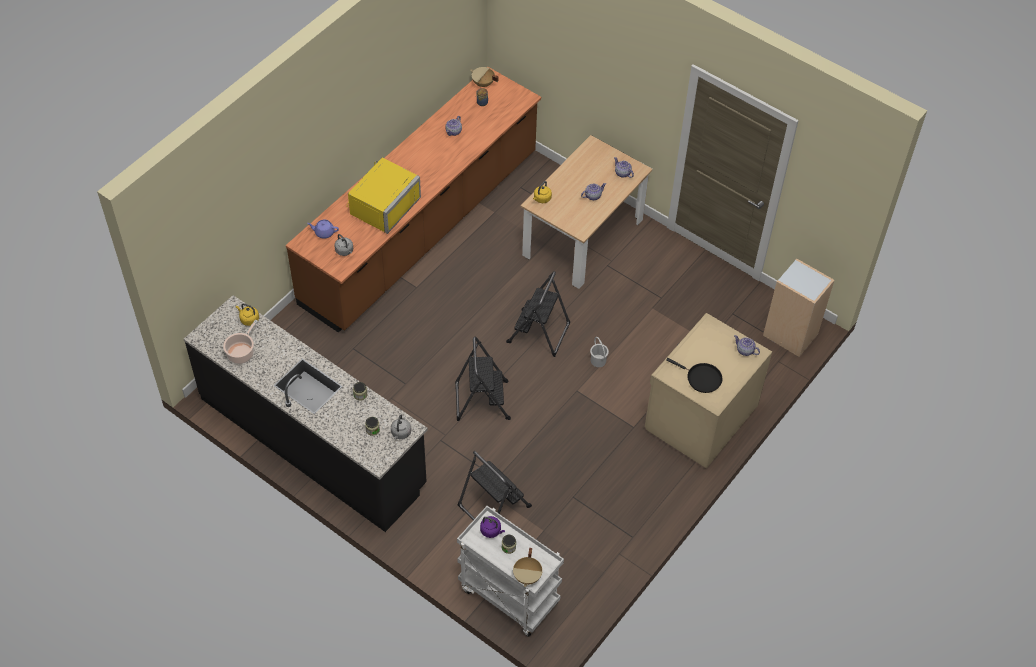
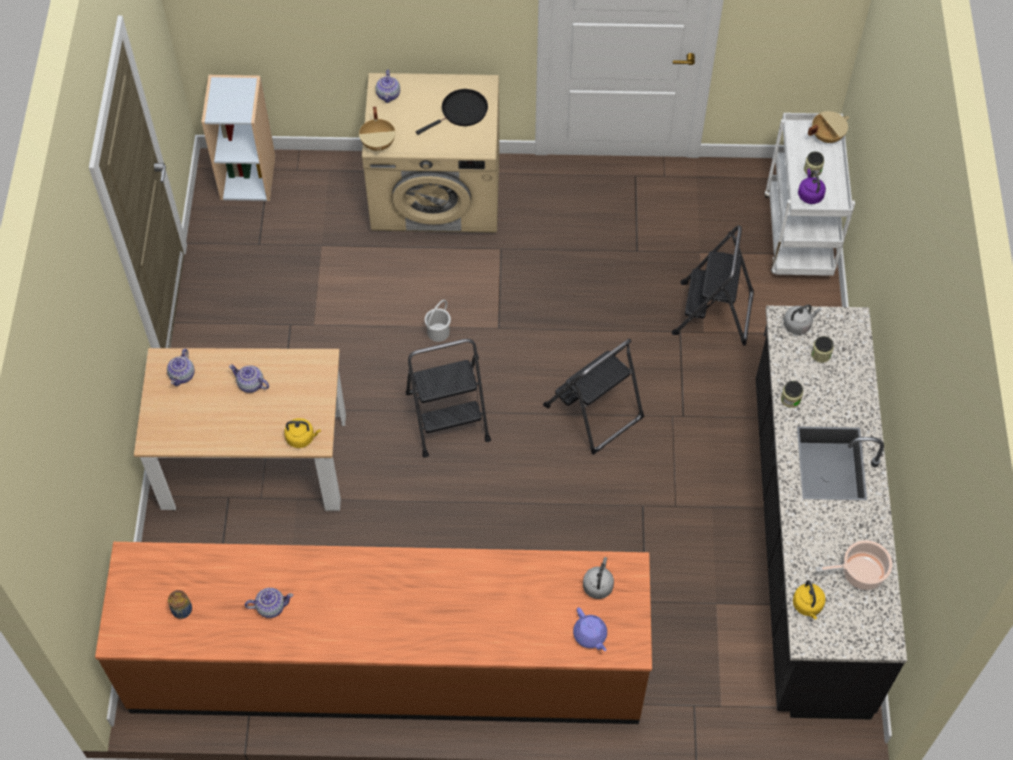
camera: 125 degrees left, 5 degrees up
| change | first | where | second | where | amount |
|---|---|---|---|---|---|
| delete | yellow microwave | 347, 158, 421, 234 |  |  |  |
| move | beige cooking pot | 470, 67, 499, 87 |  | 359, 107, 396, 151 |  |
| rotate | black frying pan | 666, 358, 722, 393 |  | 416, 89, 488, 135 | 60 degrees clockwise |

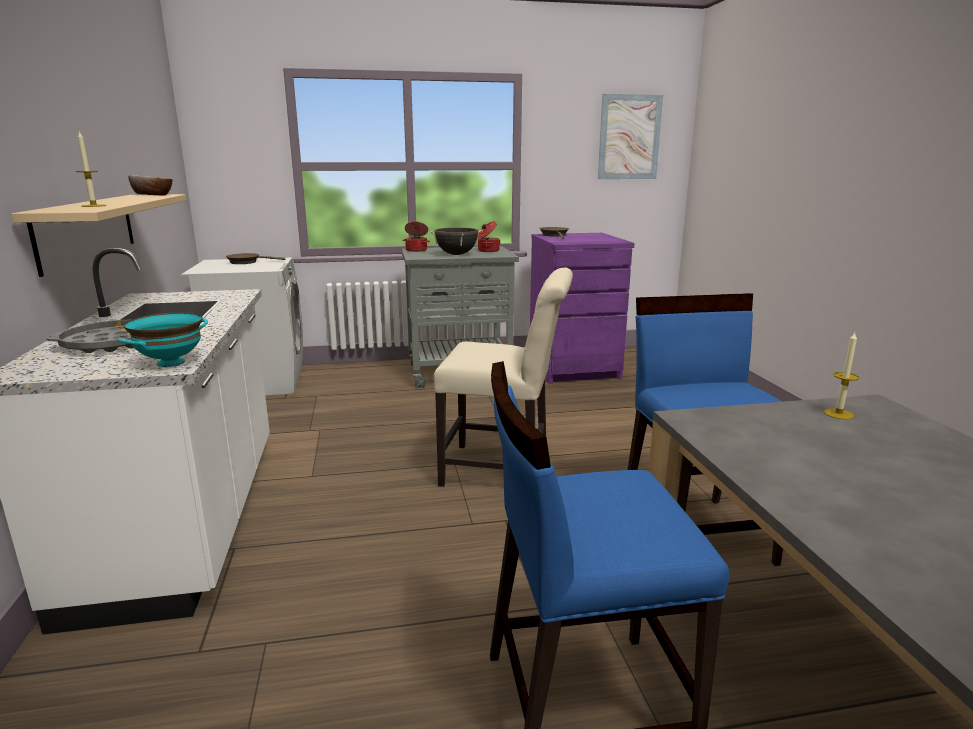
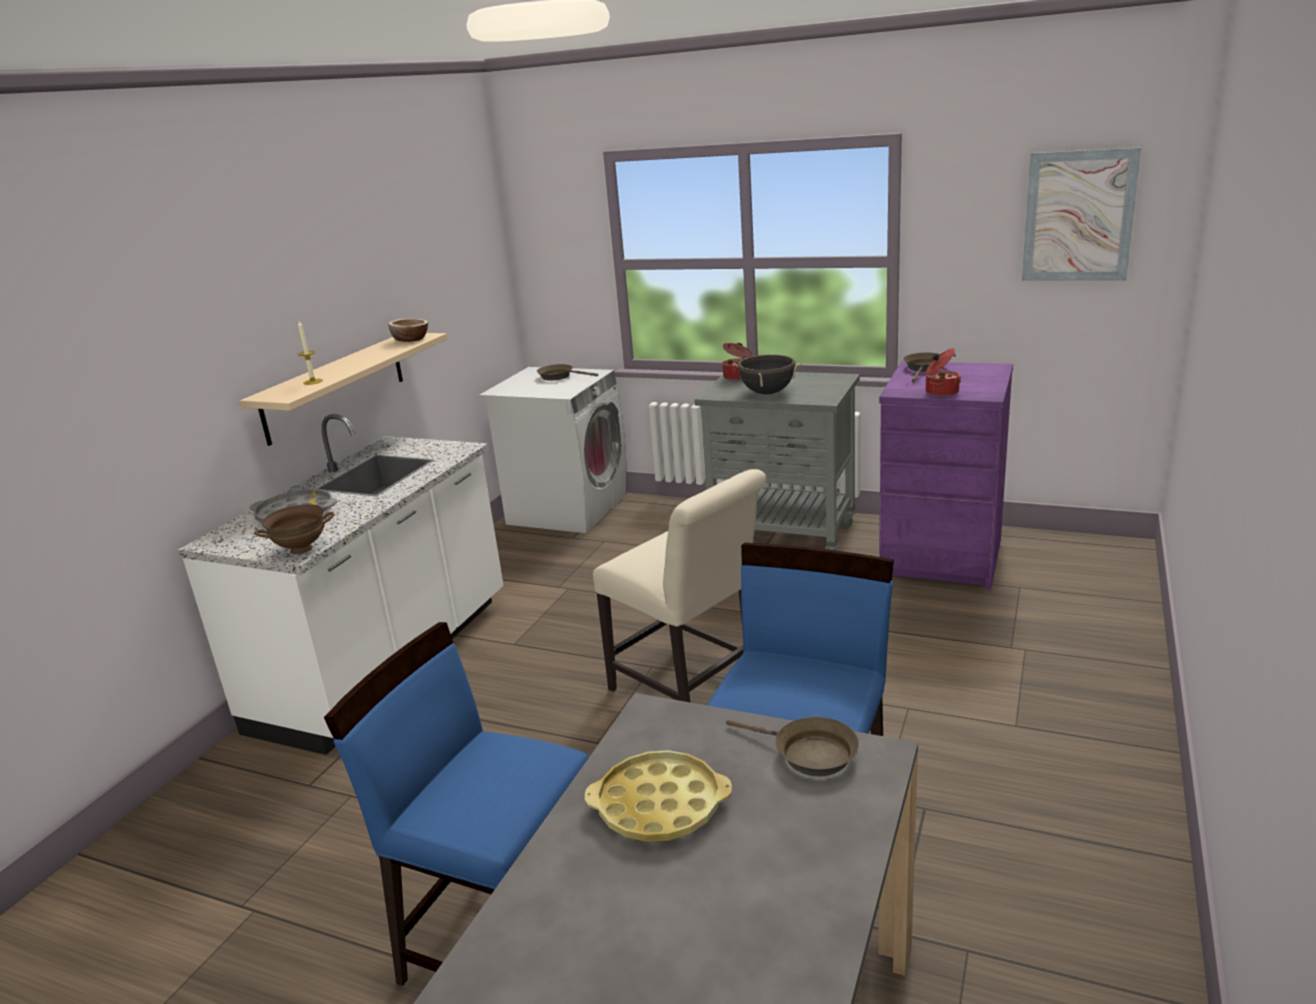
camera: 35 degrees right, 5 degrees up
| change | first | where | second | where | amount |
|---|---|---|---|---|---|
| insert |  |  | yellow tray | 585, 750, 732, 842 |  |
| move | cooking pot | 478, 221, 501, 252 |  | 926, 348, 961, 396 |  |
| replace | candle | 824, 332, 859, 419 | brown frying pan | 726, 717, 859, 776 |  |
| recolor | turquoise bowl | 118, 312, 208, 367 | brown bowl | 254, 504, 335, 554 |  |

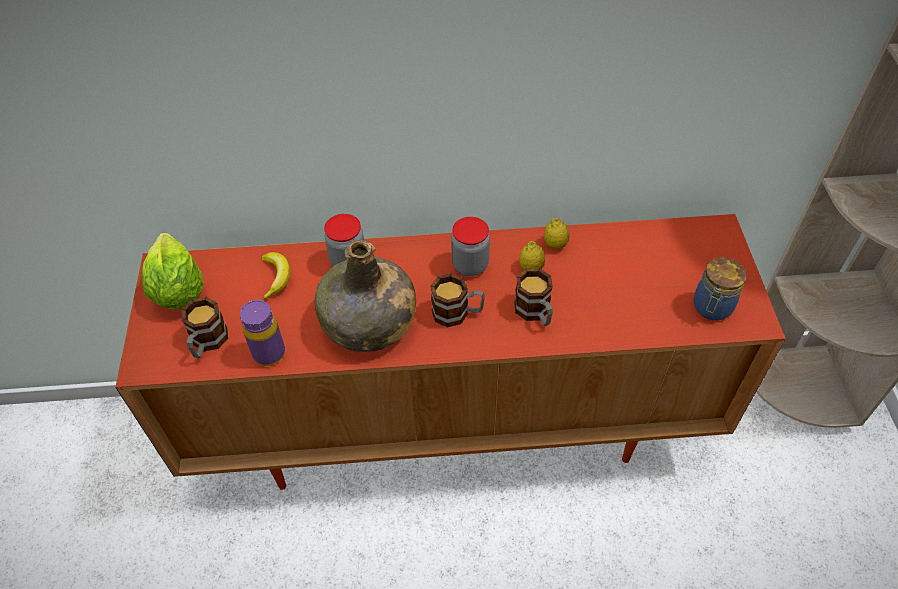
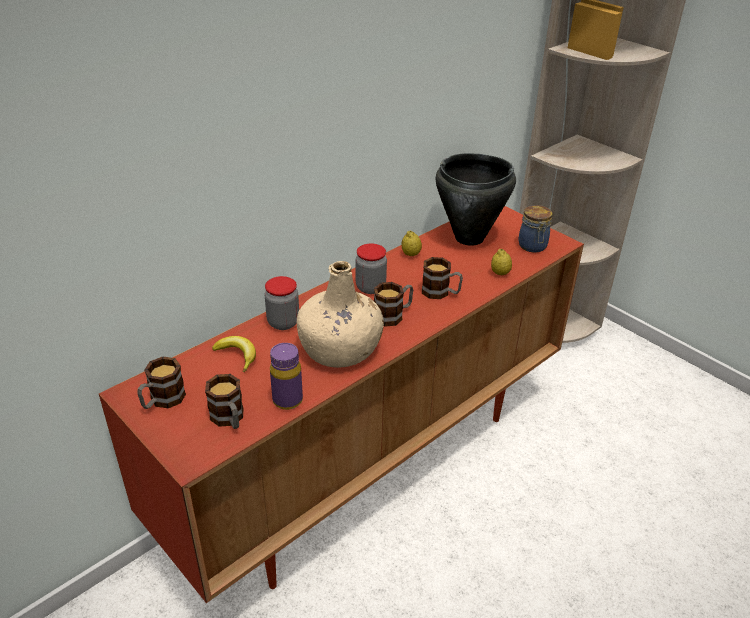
camera: 40 degrees left, 15 degrees down
| change | first | where | second | where | amount |
|---|---|---|---|---|---|
| insert |  |  | black cooking pot | 436, 153, 516, 246 |  |
| move | lemon | 519, 241, 545, 270 |  | 491, 249, 512, 275 |  |
| replace | lettuce | 142, 233, 204, 310 | mug | 137, 357, 186, 409 |  |
| recolor | green bottle | 315, 240, 416, 352 | beige bottle | 297, 261, 384, 368 |  |

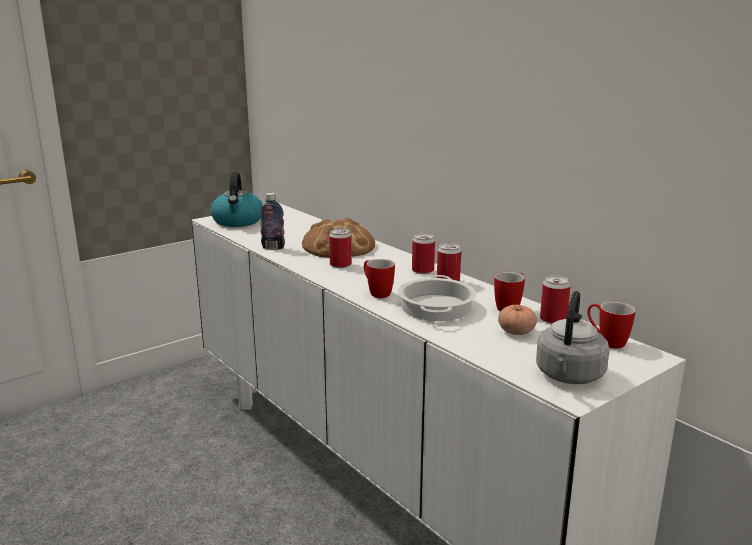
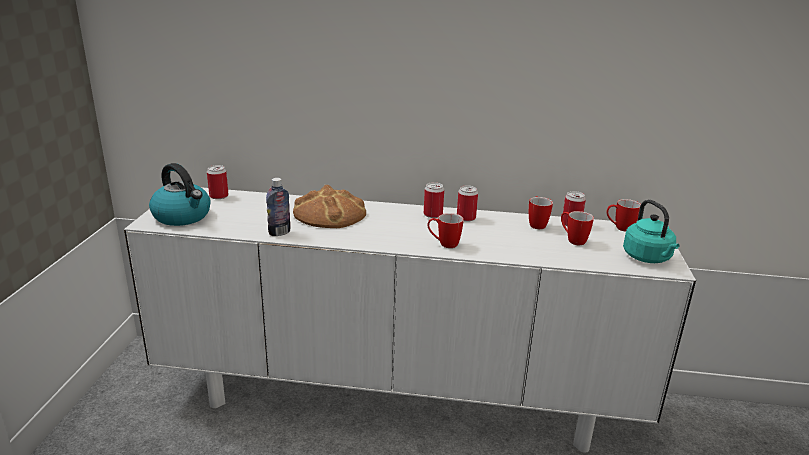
camera: 45 degrees left, 5 degrees up
| change | first | where | second | where | amount |
|---|---|---|---|---|---|
| delete | cooking pot | 398, 275, 476, 321 |  |  |  |
| move | can | 329, 228, 352, 268 |  | 207, 165, 229, 199 |  |
| replace | tomato | 498, 305, 537, 335 | mug | 561, 211, 594, 245 |  |
| recolor | grey kettle | 536, 291, 609, 384 | turquoise kettle | 623, 200, 680, 263 |  |

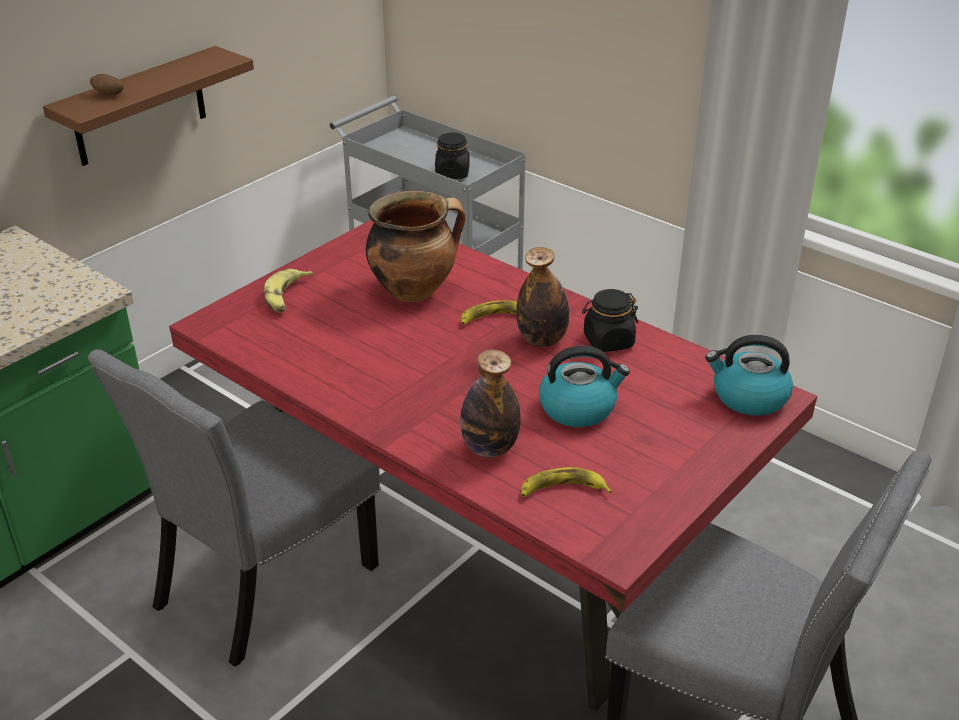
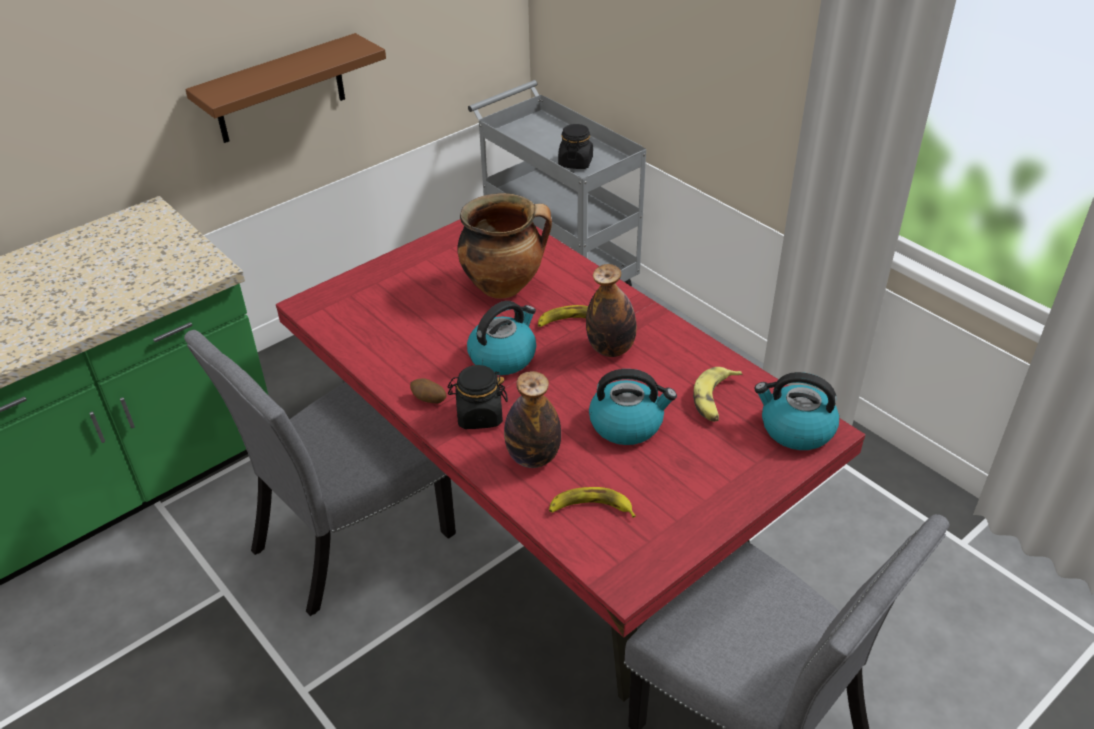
camera: 10 degrees right, 5 degrees up
| change | first | where | second | where | amount |
|---|---|---|---|---|---|
| insert |  |  | kettle | 467, 301, 536, 375 |  |
| move | potato | 90, 74, 124, 95 |  | 410, 378, 446, 403 |  |
| move | banana | 264, 269, 313, 313 |  | 693, 367, 743, 422 |  |
| move | black jar | 582, 289, 638, 352 |  | 447, 365, 508, 429 |  |

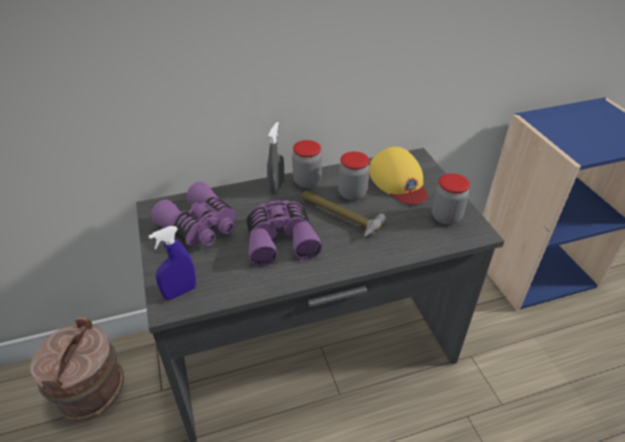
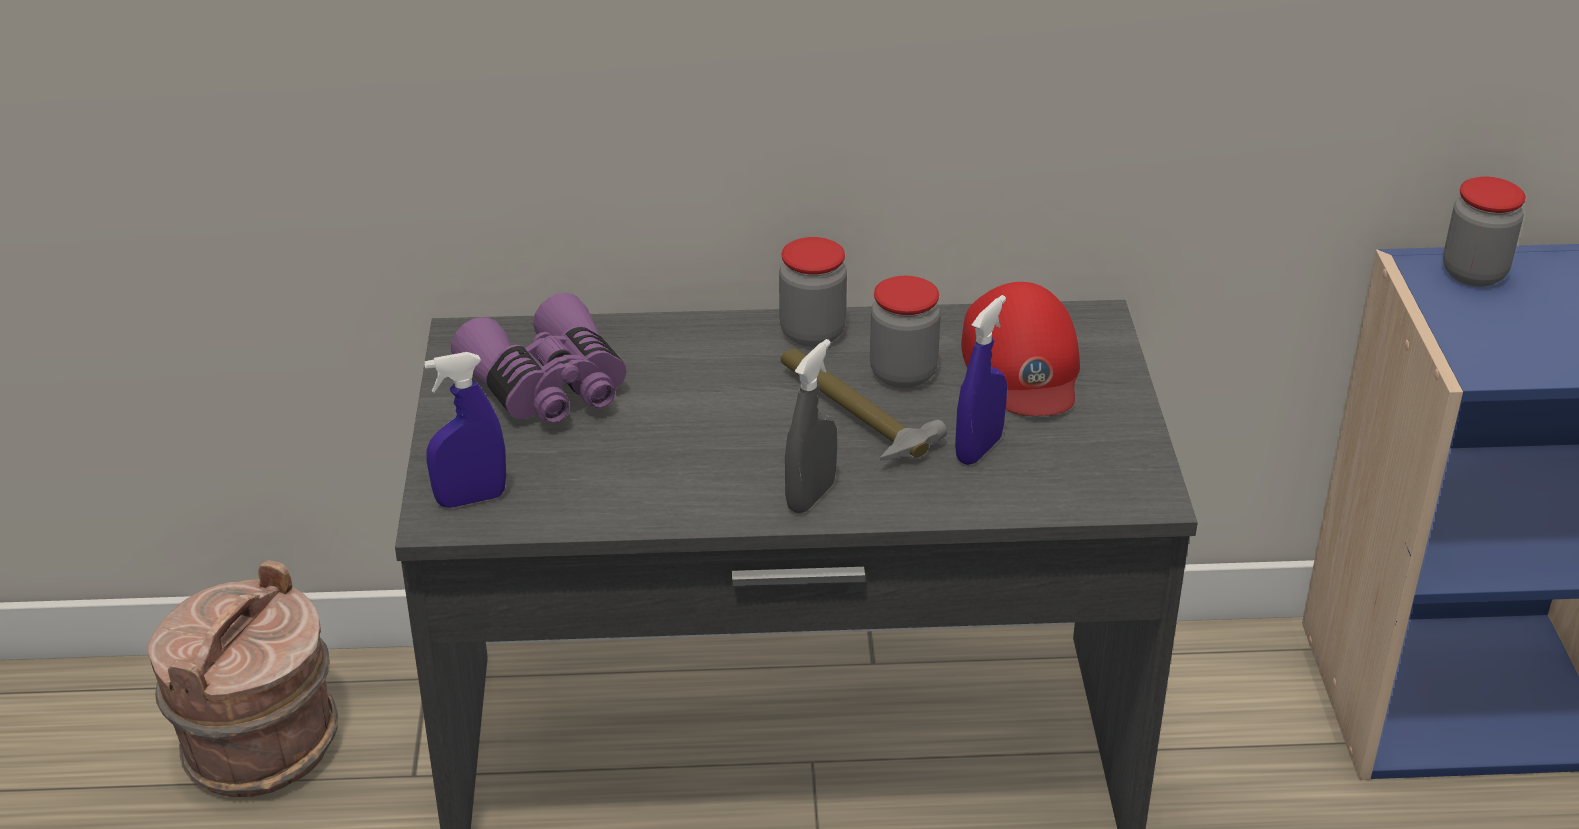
camera: 15 degrees right, 5 degrees down
| change | first | where | second | where | amount |
|---|---|---|---|---|---|
| delete | purple binoculars | 247, 200, 322, 267 |  |  |  |
| insert |  |  | blue spray bottle | 955, 295, 1007, 465 |  |
| move | grey spray bottle | 267, 122, 284, 195 |  | 785, 339, 837, 514 |  |
| move | jar | 432, 173, 470, 225 |  | 1443, 177, 1526, 287 |  |
| recolor | yellow cap | 369, 147, 428, 204 | red cap | 961, 282, 1080, 416 |  |

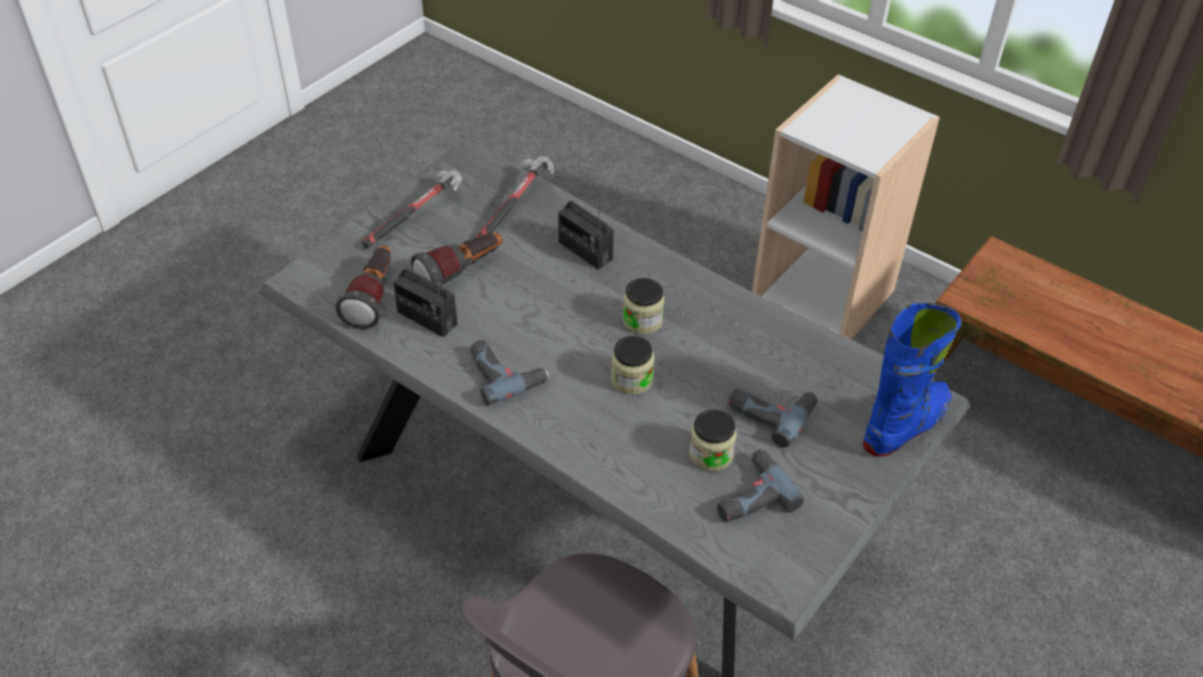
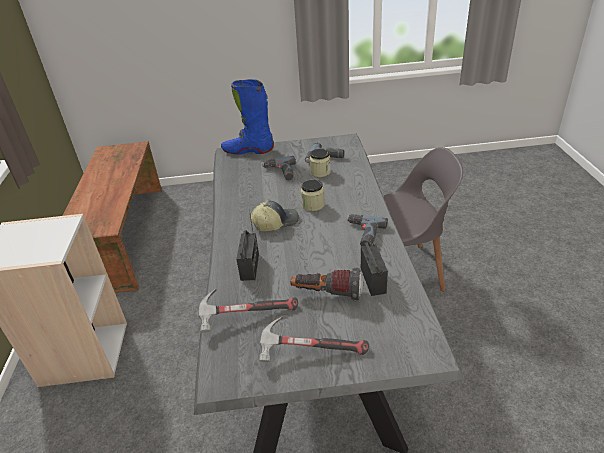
camera: 130 degrees left, 10 degrees down
| change | first | where | second | where | amount |
|---|---|---|---|---|---|
| delete | flashlight | 336, 246, 391, 329 |  |  |  |
| replace | jar | 623, 278, 665, 334 | cap | 250, 200, 299, 231 |  |

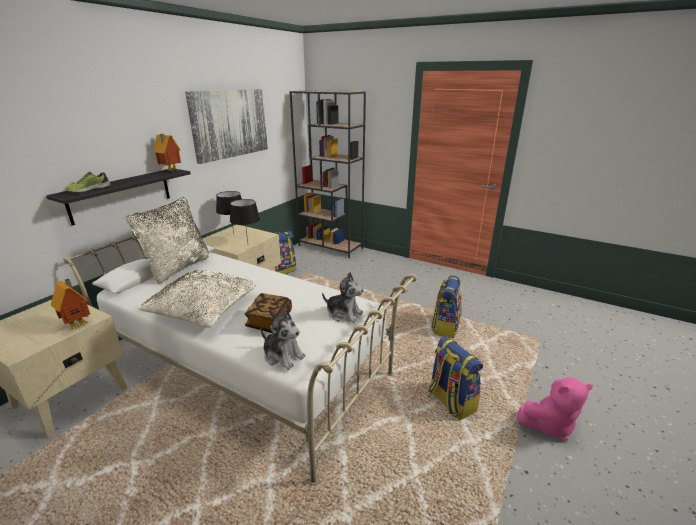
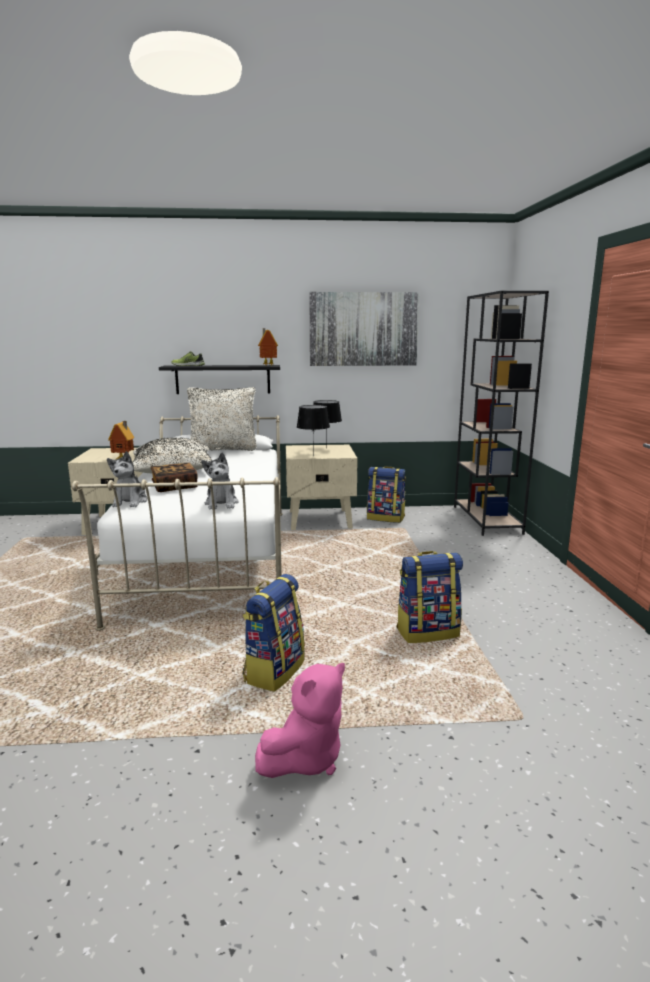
camera: 55 degrees right, 10 degrees down
| change | first | where | second | where | amount |
|---|---|---|---|---|---|
| rotate | pink plush toy | 517, 377, 593, 442 |  | 255, 663, 345, 778 | 90 degrees counterclockwise |

